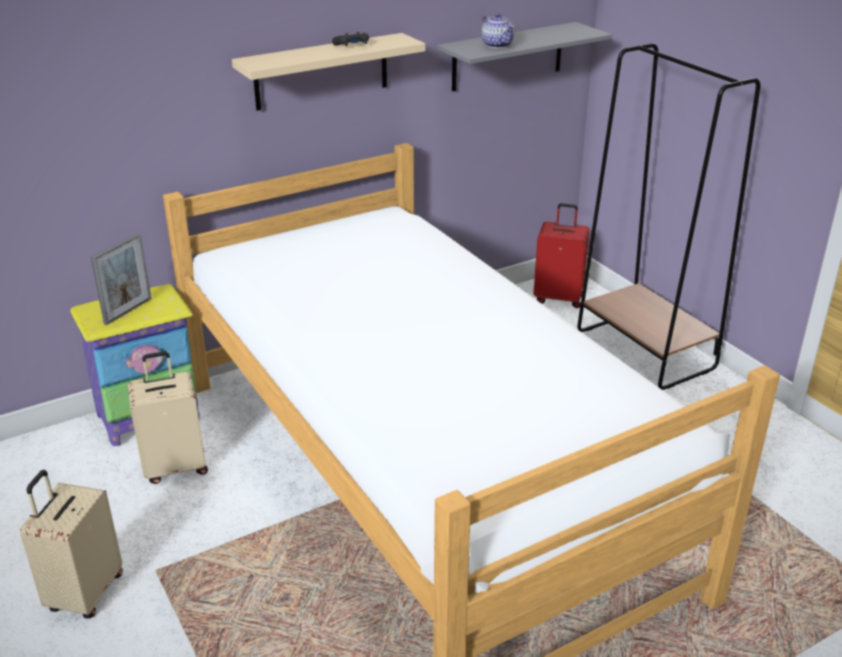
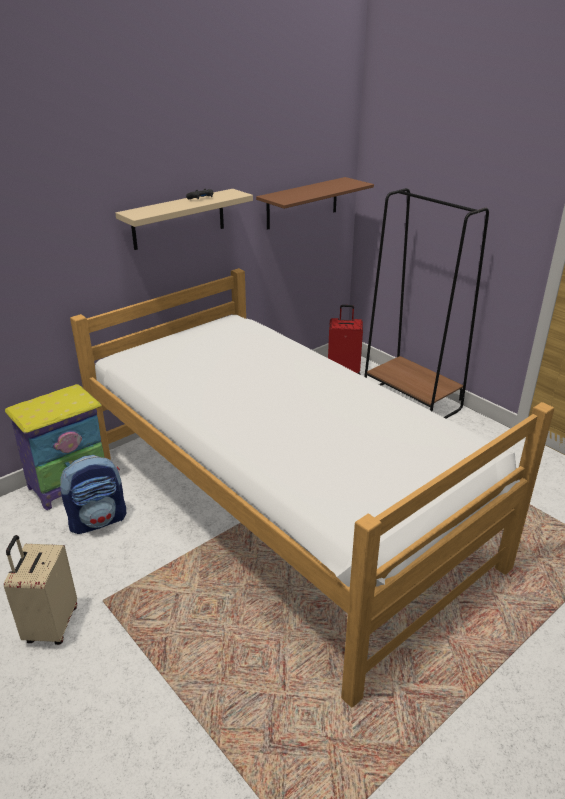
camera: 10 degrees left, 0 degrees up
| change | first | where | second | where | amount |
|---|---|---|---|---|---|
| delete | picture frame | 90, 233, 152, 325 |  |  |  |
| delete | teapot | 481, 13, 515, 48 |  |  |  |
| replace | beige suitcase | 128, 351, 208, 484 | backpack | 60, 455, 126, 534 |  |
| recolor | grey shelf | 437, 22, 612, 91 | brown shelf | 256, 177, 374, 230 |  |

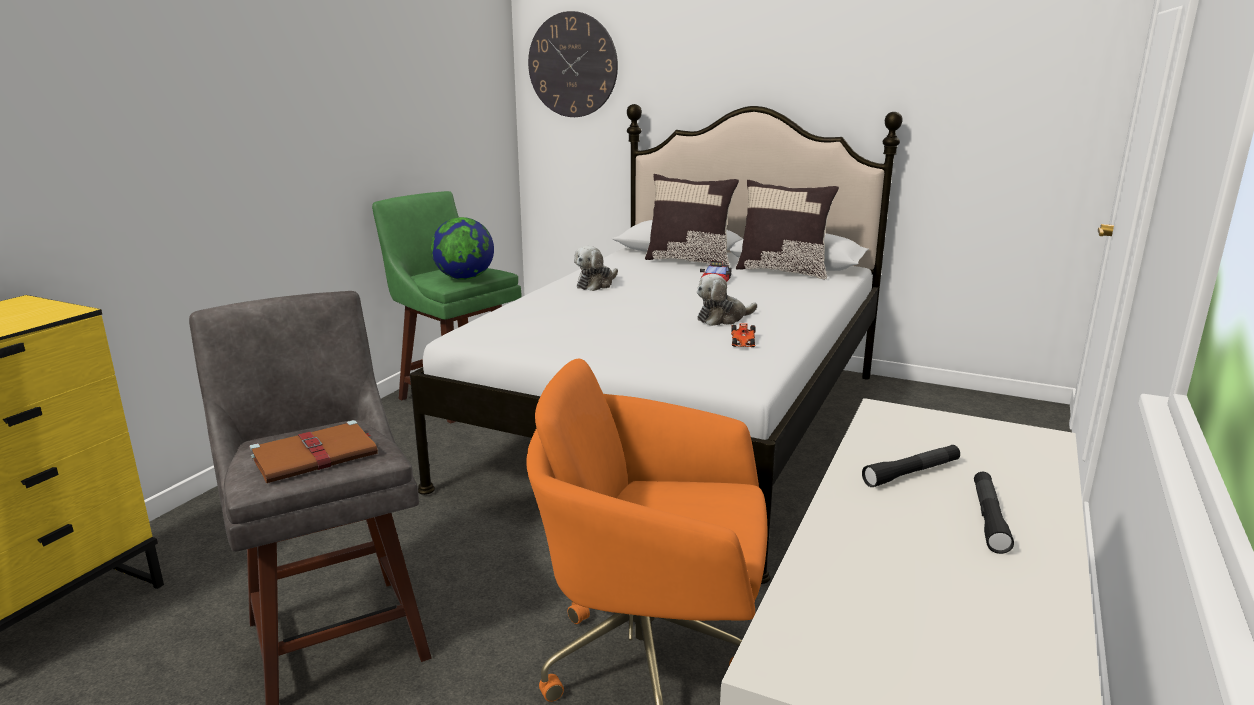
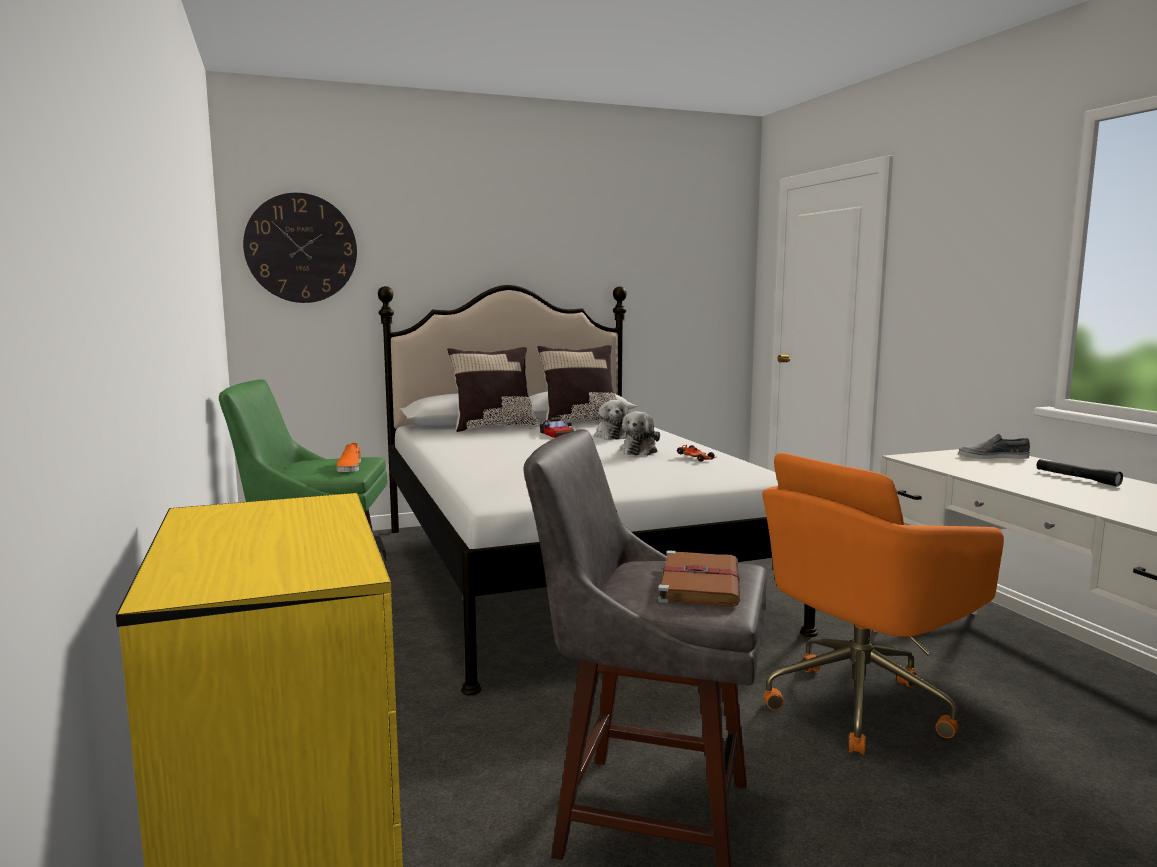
camera: 45 degrees left, 10 degrees down
| change | first | where | second | where | amount |
|---|---|---|---|---|---|
| delete | black flashlight | 862, 445, 960, 487 |  |  |  |
| insert |  |  | grey shoe | 959, 434, 1030, 459 |  |
| move | plush toy | 574, 246, 618, 291 |  | 594, 400, 629, 440 |  |
| replace | globe | 431, 217, 494, 280 | orange shoe | 336, 443, 361, 472 |  |

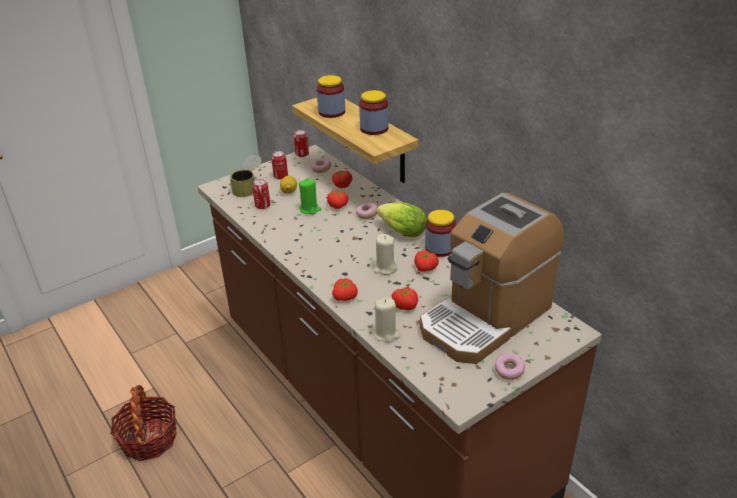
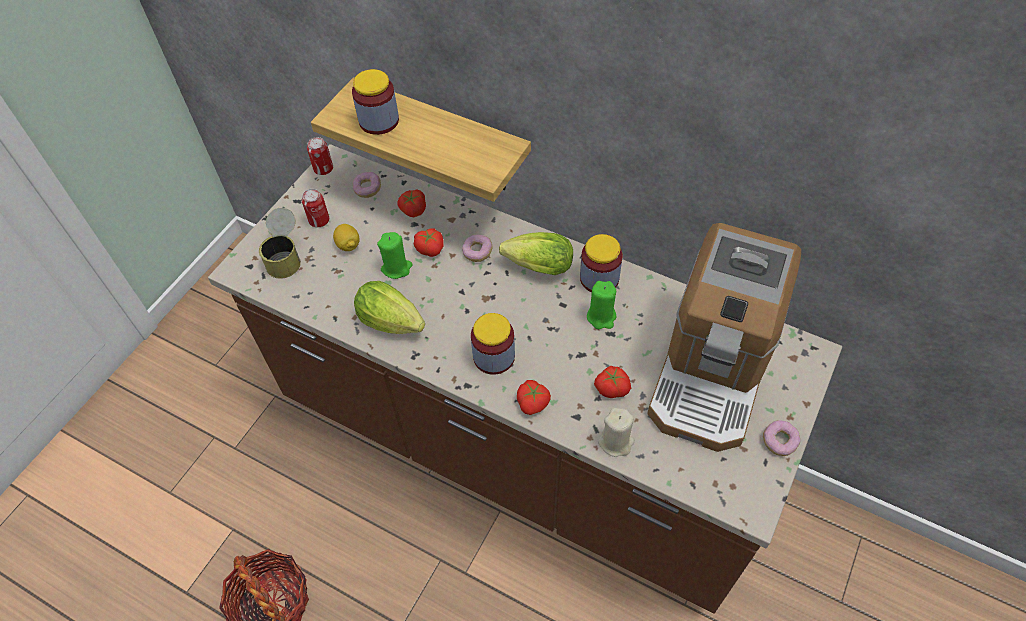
camera: 25 degrees left, 20 degrees up
| change | first | where | second | where | amount |
|---|---|---|---|---|---|
| delete | can | 252, 179, 270, 209 |  |  |  |
| delete | beige candle | 373, 234, 397, 275 |  |  |  |
| insert |  |  | lettuce | 354, 281, 425, 334 |  |
| move | jar | 359, 90, 389, 135 |  | 471, 313, 515, 375 |  |
| replace | tomato | 414, 250, 439, 272 | green candle | 587, 281, 617, 329 |  |

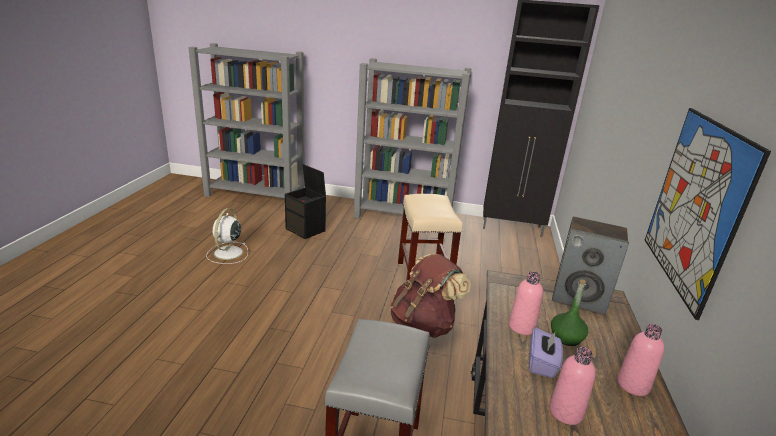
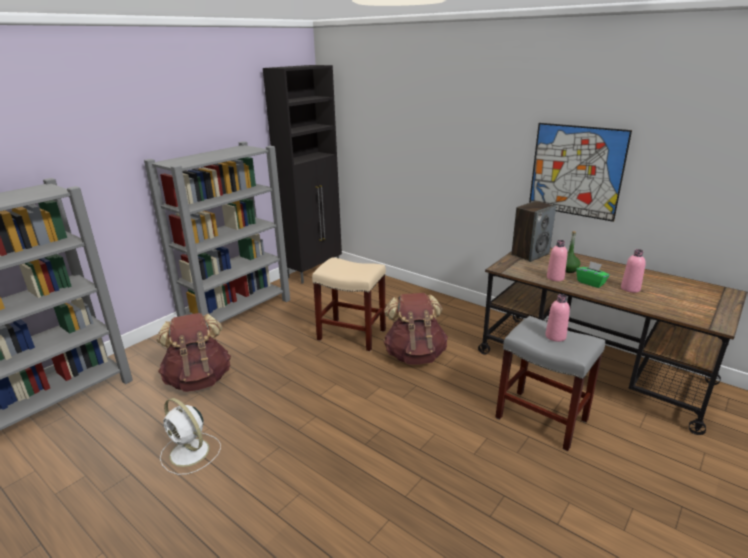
camera: 60 degrees left, 0 degrees up
| change | first | where | second | where | amount |
|---|---|---|---|---|---|
| move | pink bottle | 617, 324, 664, 396 |  | 545, 294, 570, 342 |  |
| replace | black storage box | 285, 164, 326, 239 | brown backpack | 156, 313, 231, 392 |  |
| recolor | purple tissue box | 529, 327, 563, 378 | green tissue box | 576, 261, 610, 288 |  |

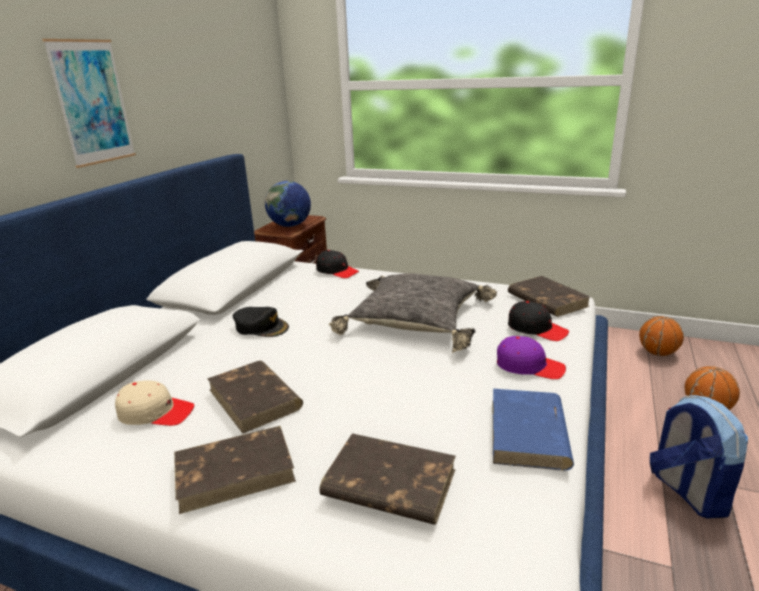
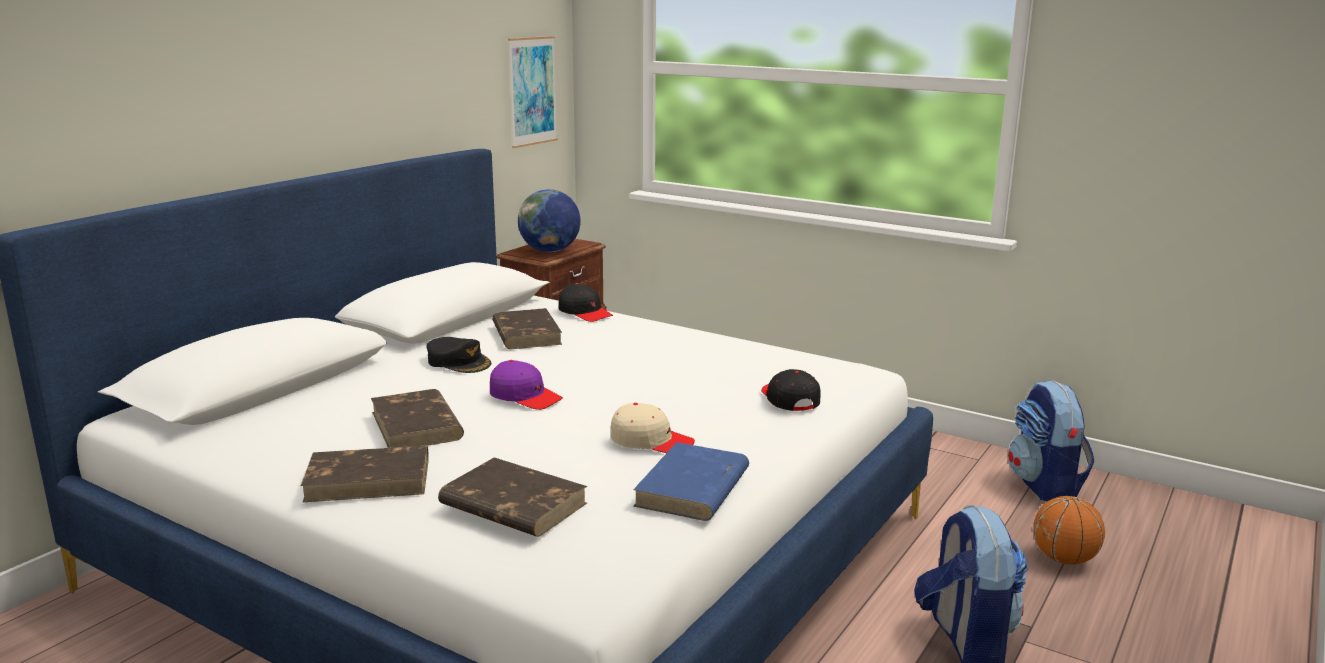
camera: 10 degrees right, 5 degrees down
| change | first | where | second | where | amount |
|---|---|---|---|---|---|
| delete | pillow | 329, 274, 497, 353 |  |  |  |
| move | picture | 42, 39, 136, 168 |  | 508, 36, 558, 148 |  |
| move | beige cap | 115, 380, 194, 426 |  | 611, 403, 695, 453 |  |
| move | purple cap | 497, 336, 566, 379 |  | 490, 360, 563, 410 |  |
| move | brown book | 508, 276, 590, 317 |  | 492, 308, 562, 349 |  |
| replace | basketball | 639, 316, 684, 356 | backpack | 1008, 380, 1094, 501 |  |
| rotate | black cap | 508, 301, 569, 341 |  | 761, 369, 820, 411 | 150 degrees counterclockwise |

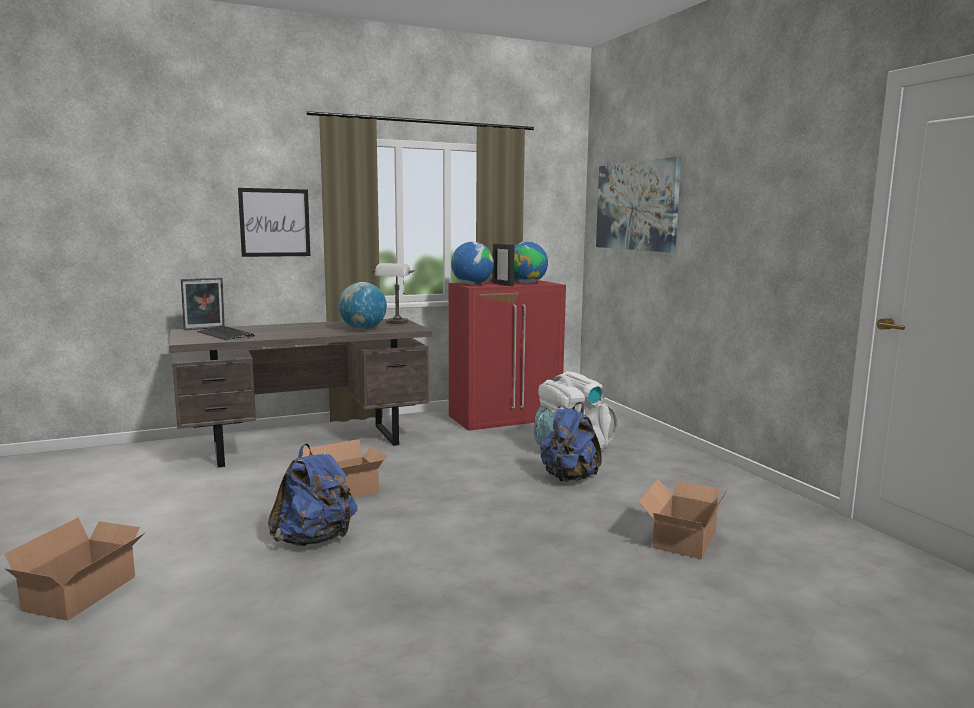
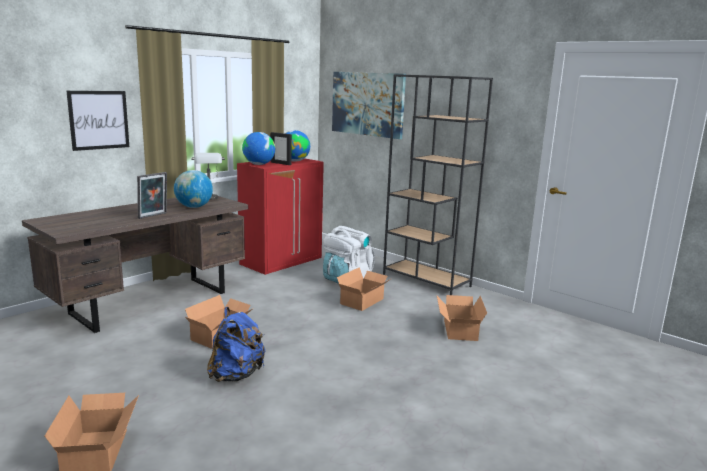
camera: 25 degrees left, 5 degrees up
| change | first | where | second | where | amount |
|---|---|---|---|---|---|
| delete | keyboard | 197, 325, 255, 340 |  |  |  |
| insert |  |  | bookcase | 383, 74, 493, 295 |  |
| move | picture frame | 181, 278, 225, 330 |  | 137, 172, 167, 219 |  |
| replace | blue backpack | 540, 402, 602, 482 | cardboard box | 337, 267, 392, 311 |  |

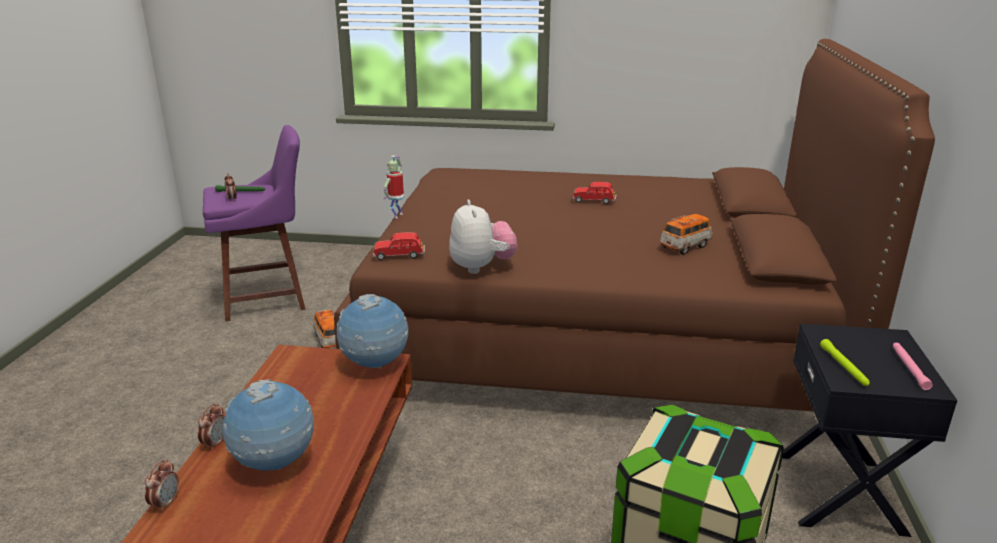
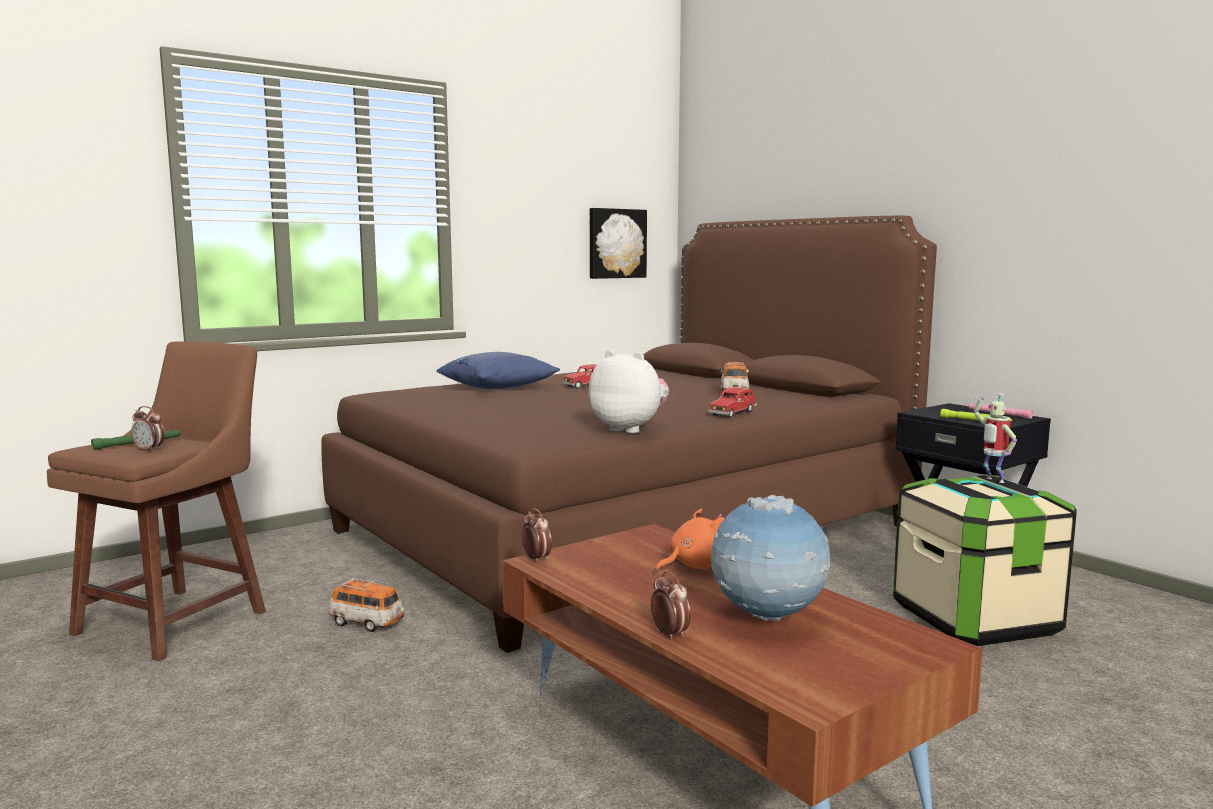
camera: 45 degrees left, 15 degrees down
| change | first | where | second | where | amount |
|---|---|---|---|---|---|
| delete | globe | 337, 294, 409, 368 |  |  |  |
| insert |  |  | blue pillow | 437, 352, 560, 389 |  |
| insert |  |  | picture | 589, 208, 647, 279 |  |
| insert |  |  | orange plush toy | 655, 509, 724, 571 |  |
| move | alarm clock | 145, 460, 179, 512 |  | 522, 508, 552, 562 |  |
| move | red toy car | 373, 232, 425, 260 |  | 709, 387, 757, 418 |  |
| move | toy robot | 384, 156, 404, 218 |  | 974, 393, 1017, 483 |  |
| recolor | purple stool | 203, 125, 306, 321 | brown stool | 47, 341, 266, 661 |  |

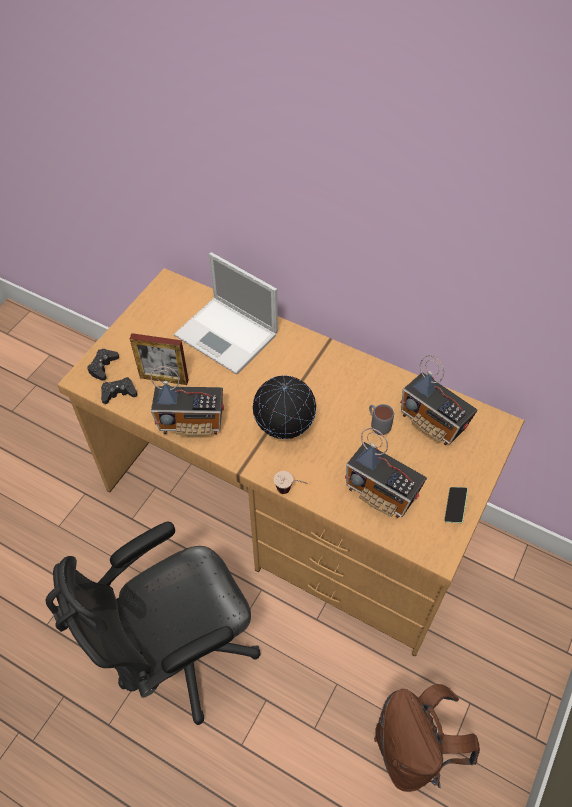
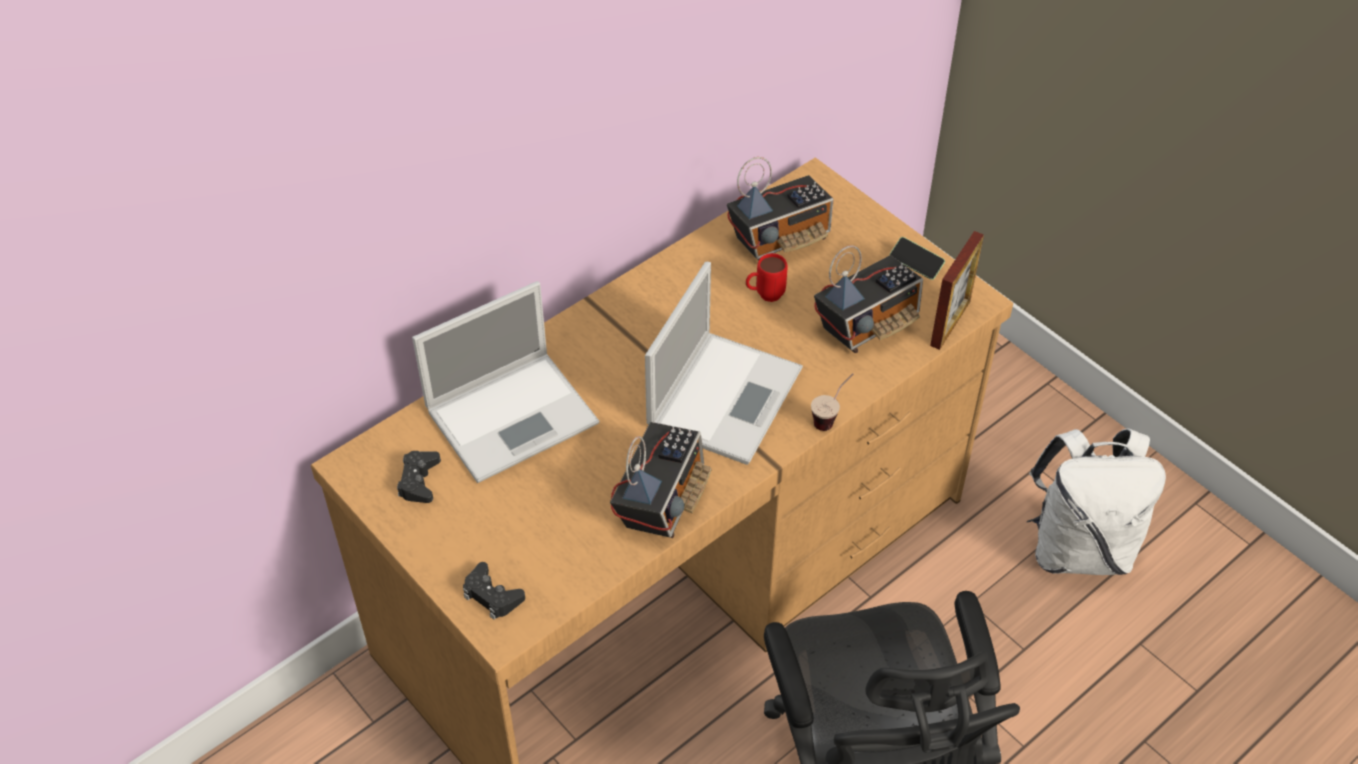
camera: 70 degrees left, 5 degrees down
| change | first | where | second | where | amount |
|---|---|---|---|---|---|
| move | black game controller | 101, 377, 137, 404 |  | 397, 451, 441, 503 |  |
| move | picture frame | 130, 333, 189, 385 |  | 930, 231, 984, 350 |  |
| replace | globe | 253, 375, 316, 439 | laptop | 645, 262, 803, 465 |  |
| recolor | grey mug | 369, 404, 394, 435 | red mug | 746, 253, 787, 302 |  |
| recolor | brown backpack | 374, 684, 480, 792 | white backpack | 1027, 428, 1166, 575 |  |

